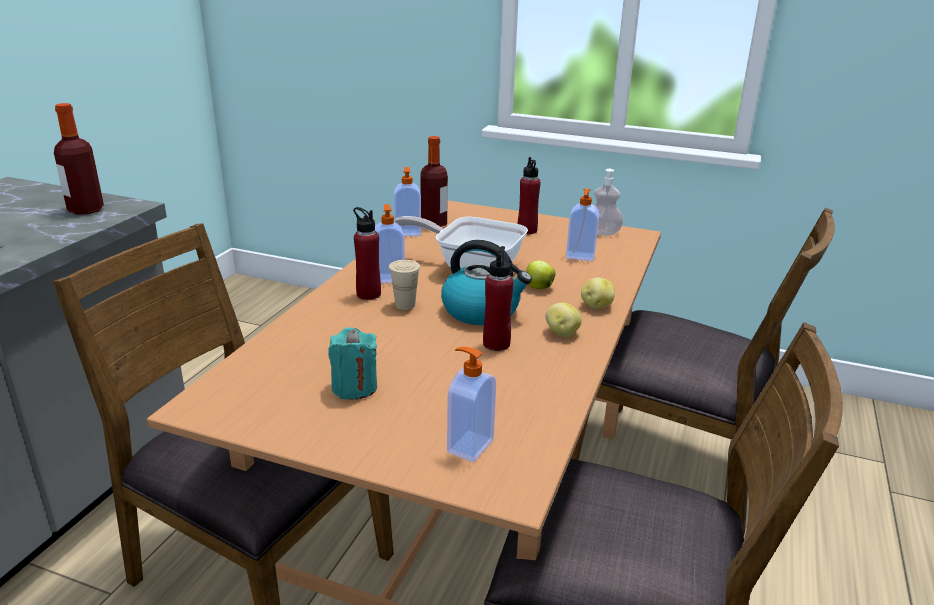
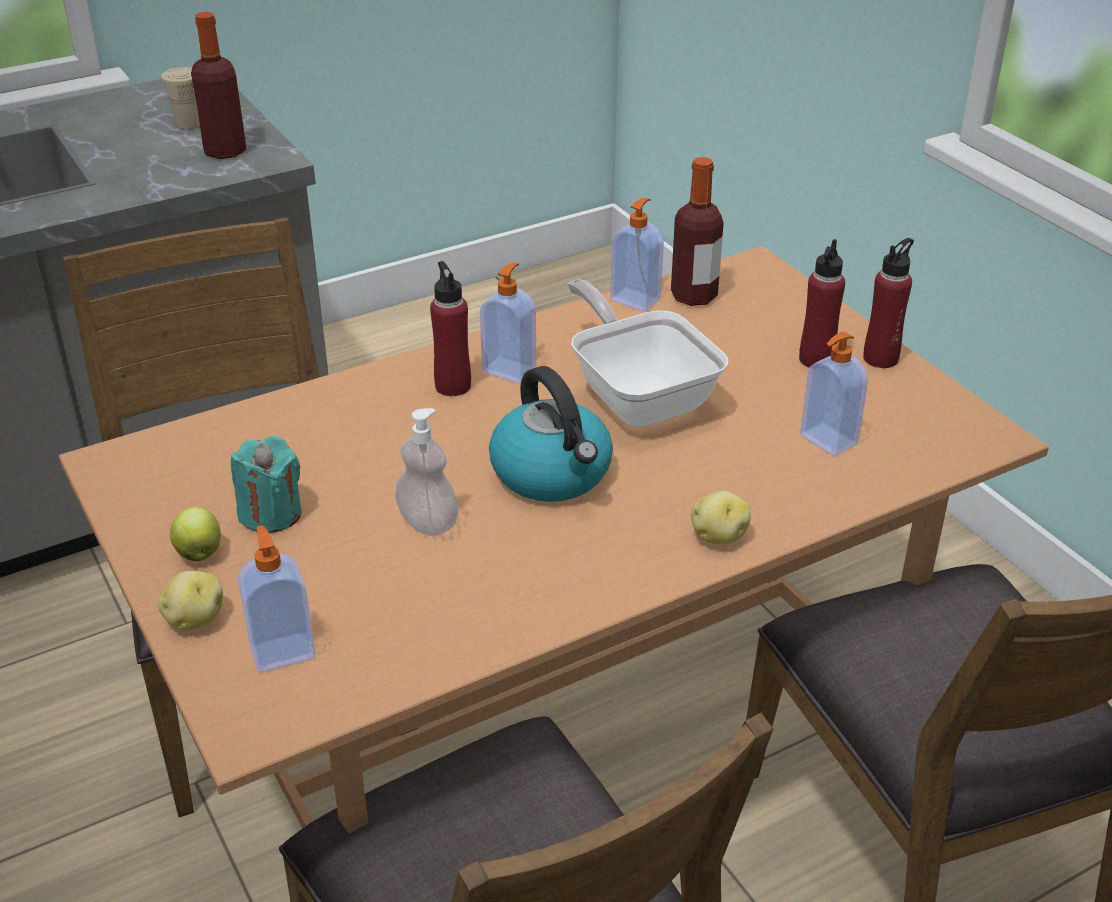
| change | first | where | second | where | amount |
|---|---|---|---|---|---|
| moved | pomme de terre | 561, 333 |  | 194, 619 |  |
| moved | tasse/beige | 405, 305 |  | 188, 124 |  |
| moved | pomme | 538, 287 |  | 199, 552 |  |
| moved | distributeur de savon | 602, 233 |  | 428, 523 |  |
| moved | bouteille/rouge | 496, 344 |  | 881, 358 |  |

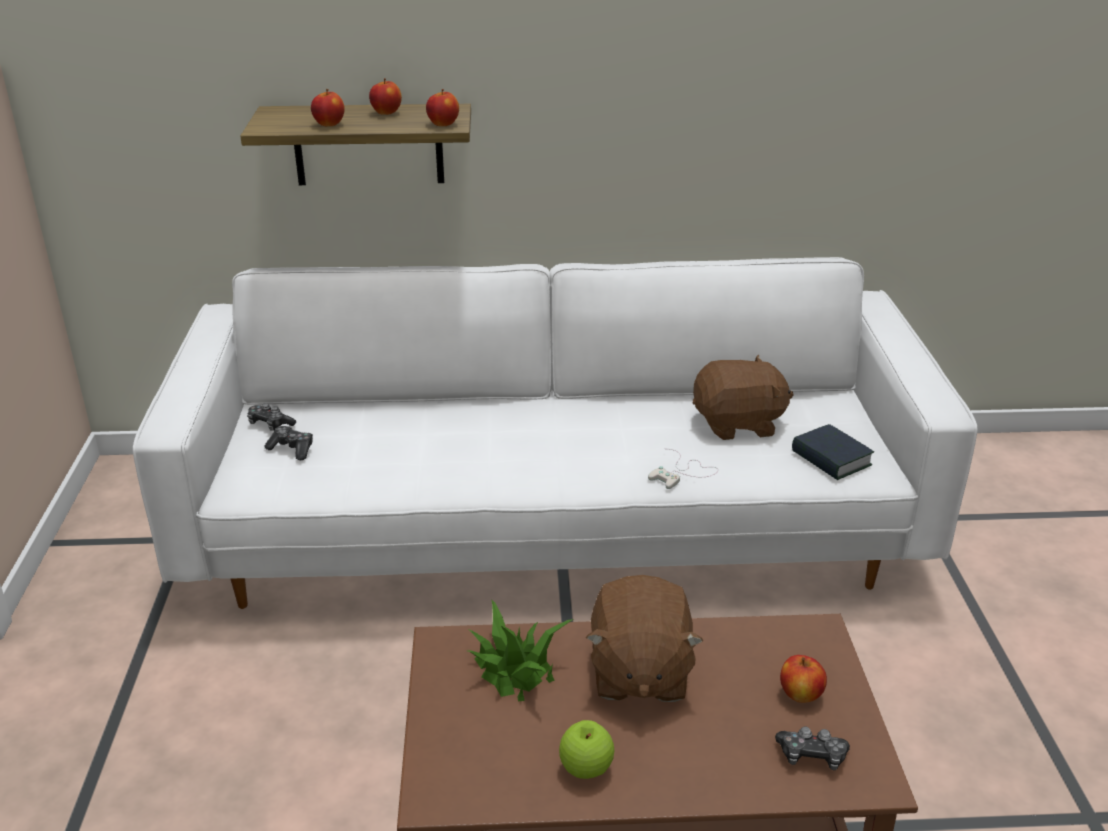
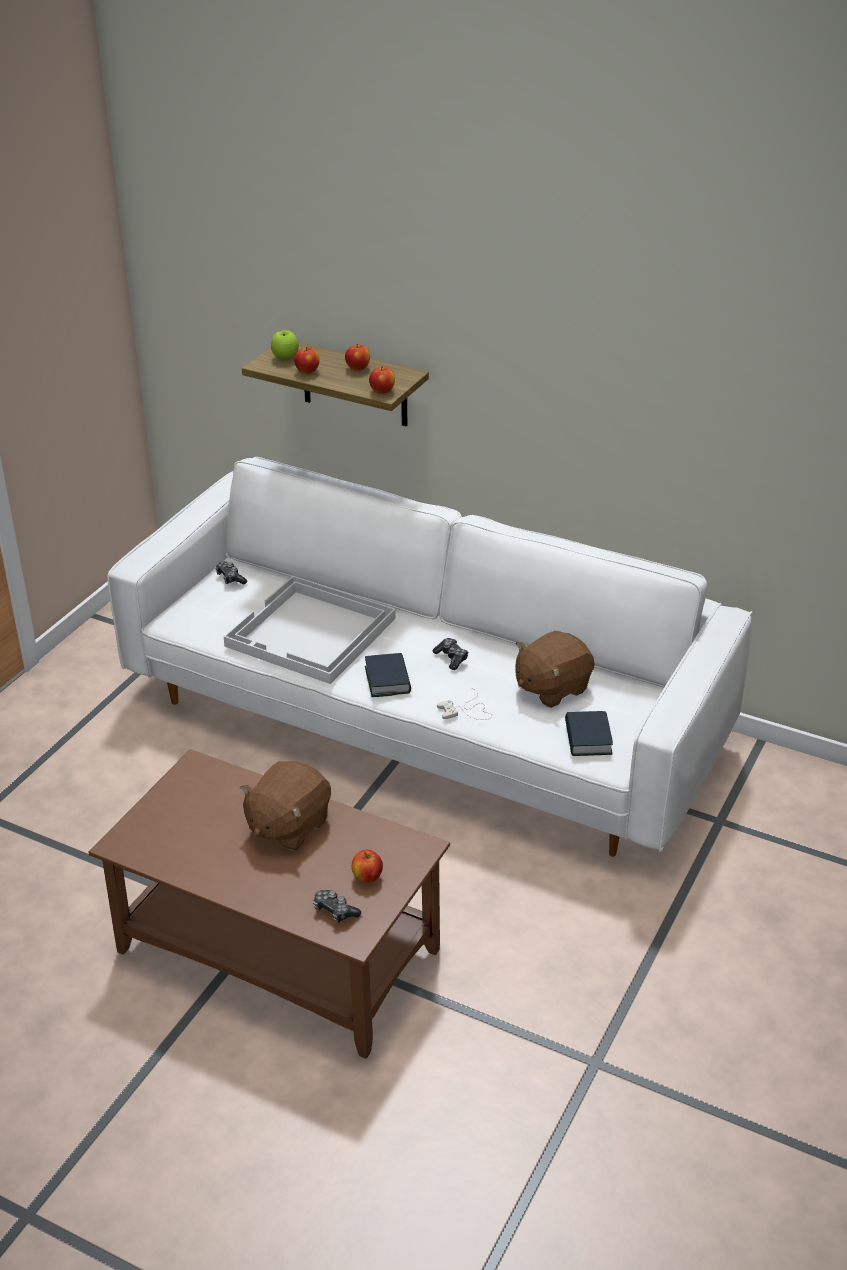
| change | first | where | second | where | amount |
|---|---|---|---|---|---|
| added |  |  | plateau/blanc | 311, 633 |  |
| moved | pomme | 586, 769 |  | 285, 357 |  |
| added |  |  | livre | 387, 680 |  |
| moved | manette | 292, 449 |  | 451, 658 |  |
| turned | peluche/marron | 738, 424 |  | 551, 688 | 120 degrees clockwise |
| removed | plante en pot | 515, 670 |  |  |  |

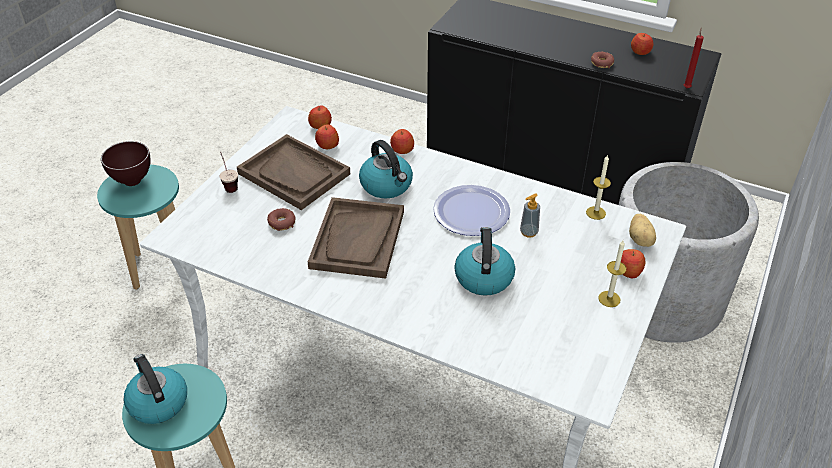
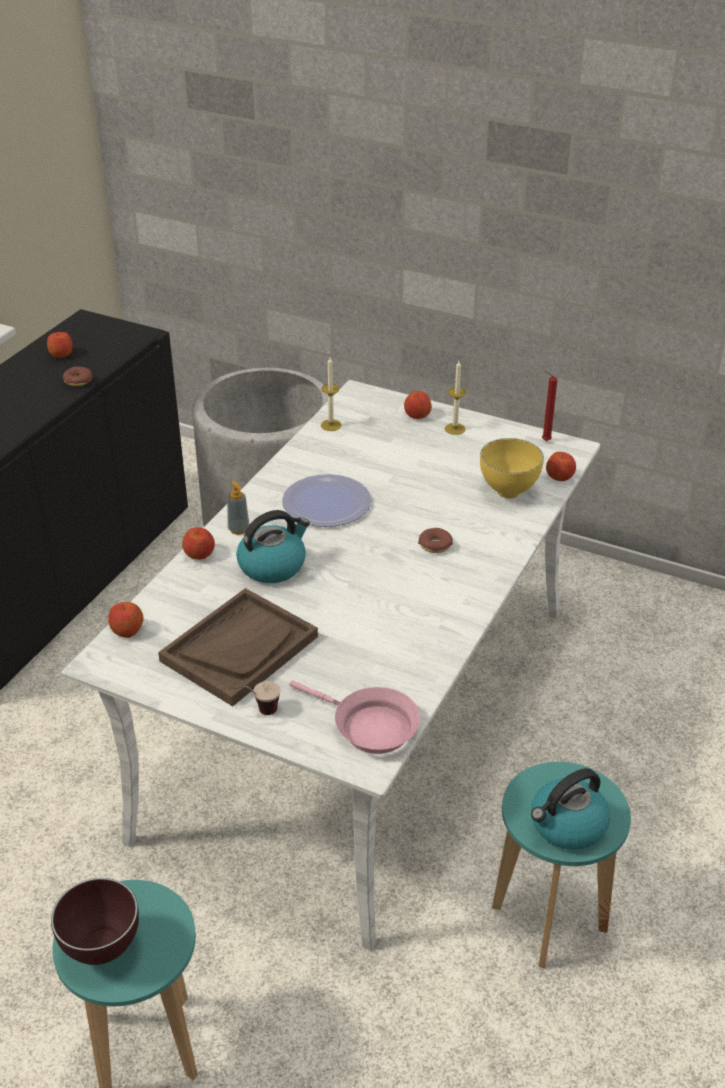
| change | first | where | second | where | amount |
|---|---|---|---|---|---|
| moved | distributeur de savon | 528, 232 |  | 239, 529 |  |
| added |  |  | poêle/rose | 369, 727 |  |
| moved | beignet | 282, 223 |  | 435, 545 |  |
| added |  |  | bol/jaune | 510, 492 |  |
| moved | bougie/rouge | 686, 87 |  | 544, 440 |  |
| moved | pomme | 327, 145 |  | 560, 476 |  |
| removed | plateau/marron | 358, 240 |  |  |  |
| removed | bouilloire | 483, 277 |  |  |  |
| removed | pomme de terre | 640, 239 |  |  |  |

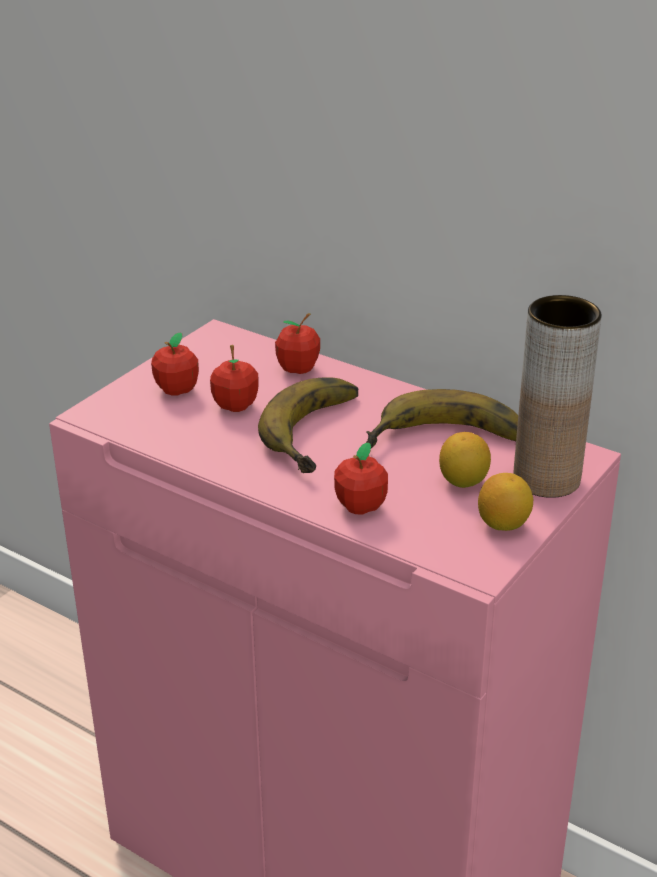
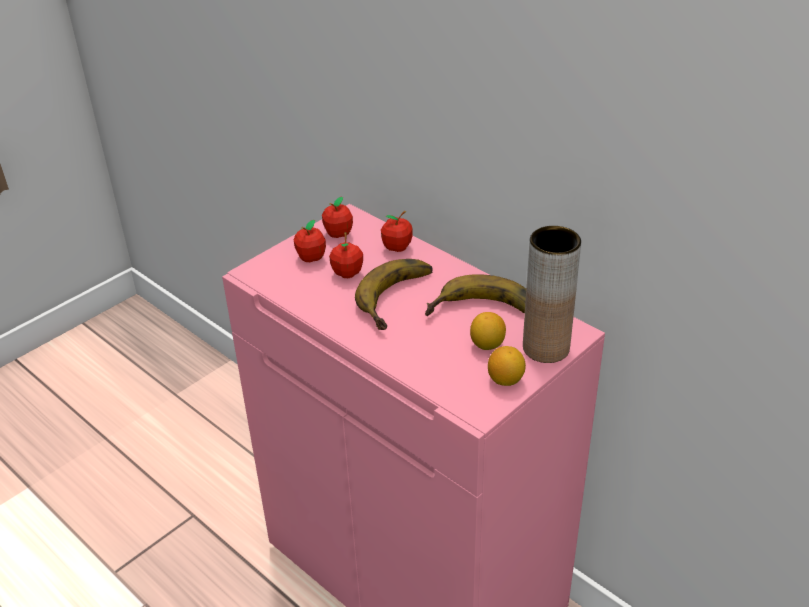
| change | first | where | second | where | amount |
|---|---|---|---|---|---|
| moved | pomme | 360, 506 |  | 338, 234 |  |

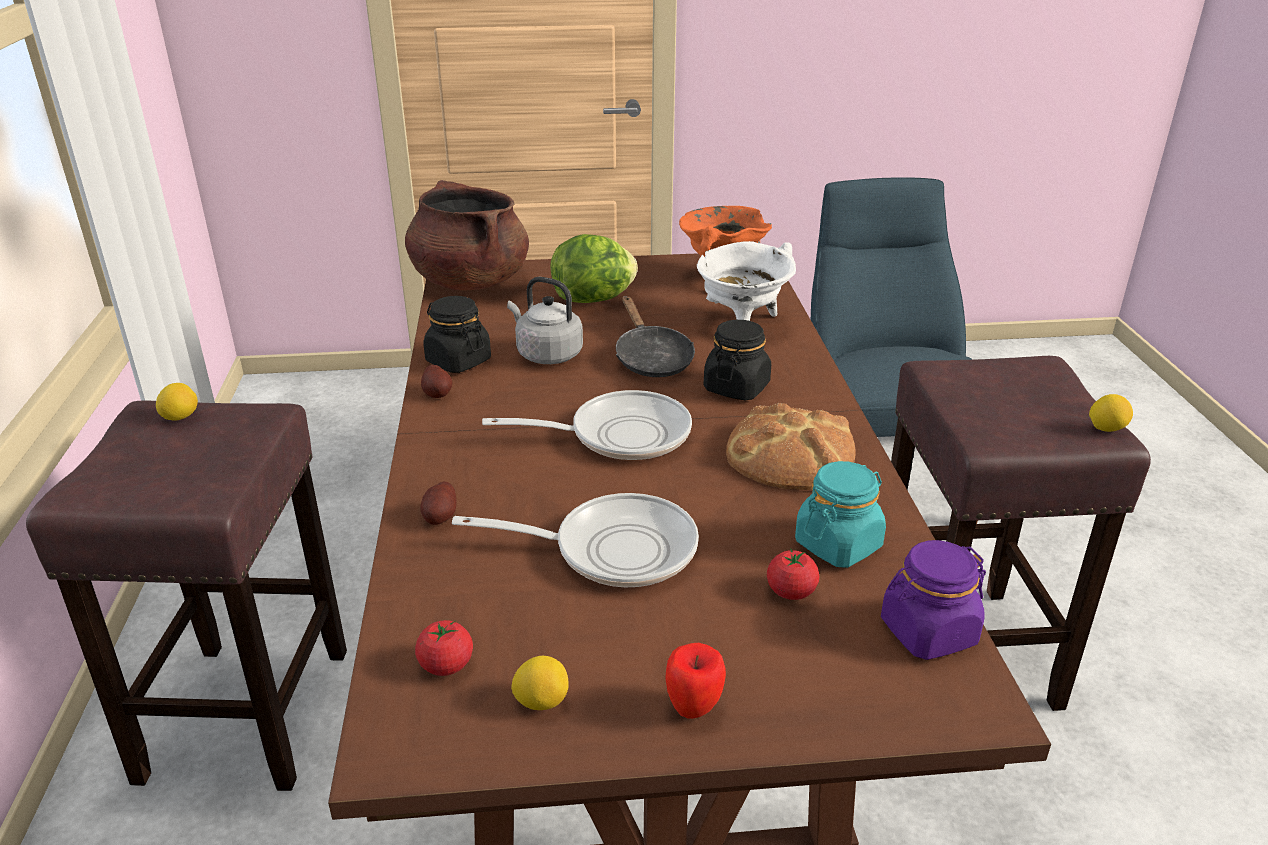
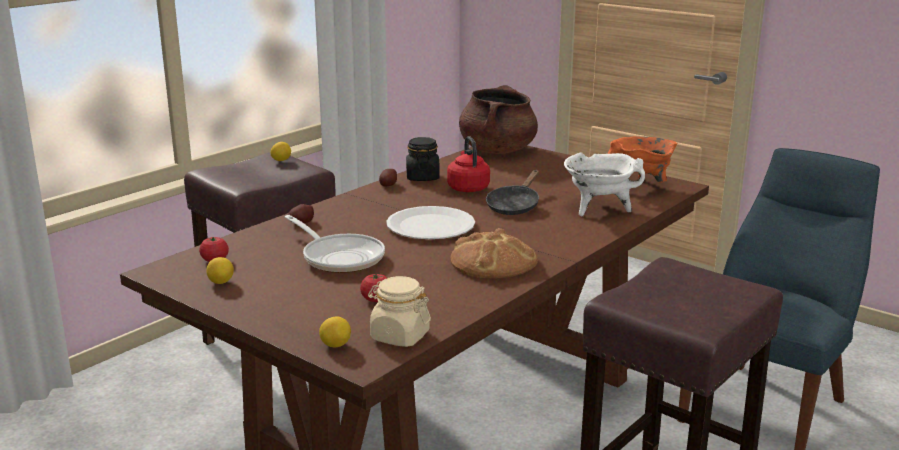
| change | first | where | second | where | amount |
|---|---|---|---|---|---|
| moved | citron | 1106, 428 |  | 335, 345 |  |
| recoloured | bocal/violet | 927, 632 | bocal/beige | 399, 336 |  |
| replaced | poêle | 619, 435 | assiette/blanc | 430, 226 |  |
| recoloured | bouilloire/gris | 546, 354 | bouilloire/rouge | 467, 188 |  |
| removed | laitue | 594, 299 |  |  |  |
| removed | pomme | 693, 709 |  |  |  |
| removed | bocal/noir | 736, 387 |  |  |  |
| removed | bocal/turquoise | 838, 544 |  |  |  |

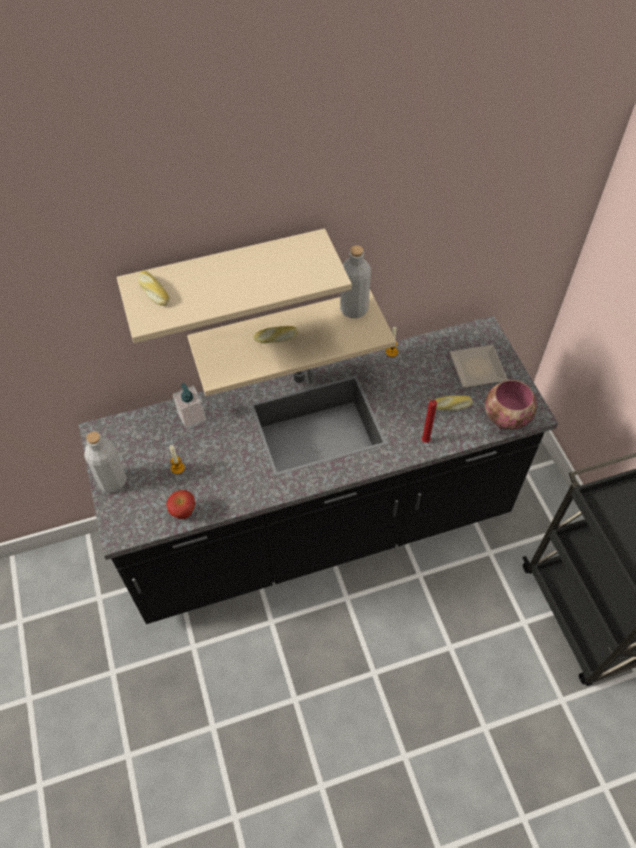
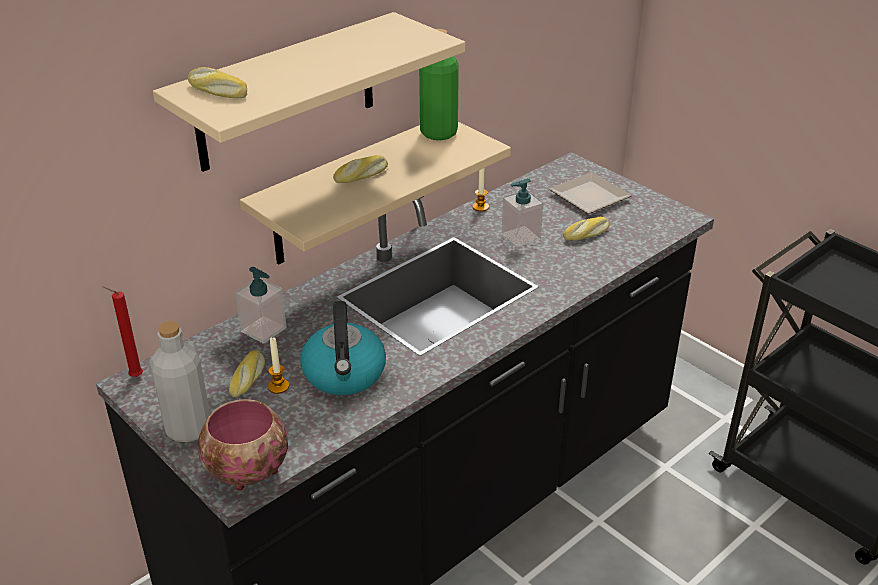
| change | first | where | second | where | amount |
|---|---|---|---|---|---|
| moved | bougie/rouge | 423, 440 |  | 134, 377 |  |
| moved | bol | 506, 418 |  | 247, 472 |  |
| added |  |  | pain | 249, 378 |  |
| added |  |  | bouilloire | 345, 375 |  |
| recoloured | bouteille/gris | 354, 309 | bouteille/vert | 439, 133 |  |
| added |  |  | distributeur de savon | 520, 236 |  |
| removed | pomme | 184, 513 |  |  |  |

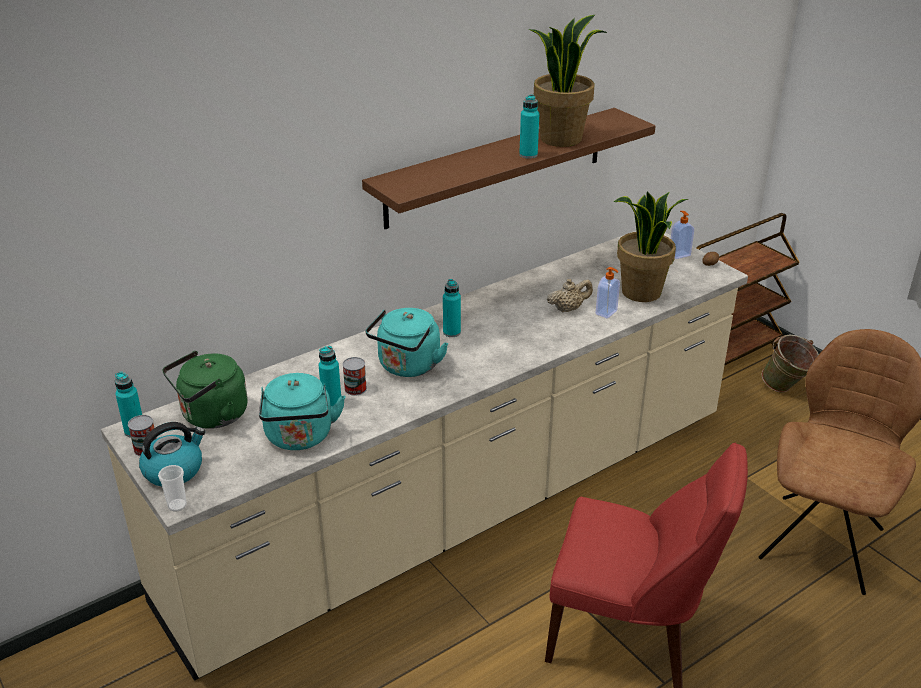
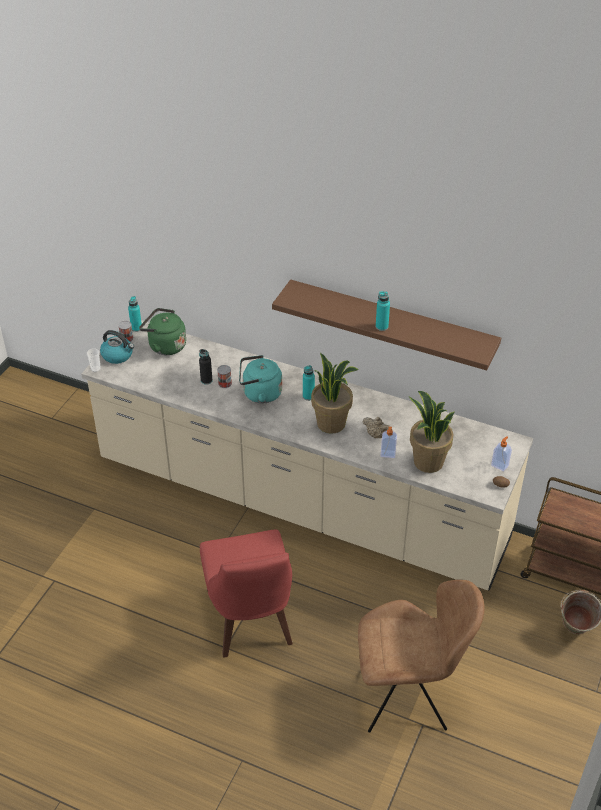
| change | first | where | second | where | amount |
|---|---|---|---|---|---|
| recoloured | bouteille/turquoise | 331, 402 | bouteille/noir | 206, 380 |  |
| moved | plante en pot | 561, 138 |  | 332, 423 |  |
| removed | bouilloire/turquoise | 300, 438 |  |  |  |

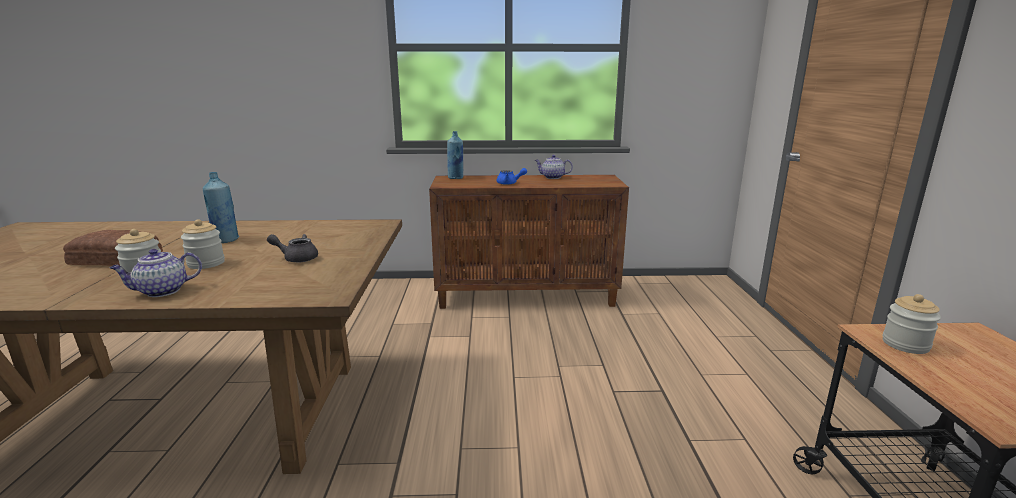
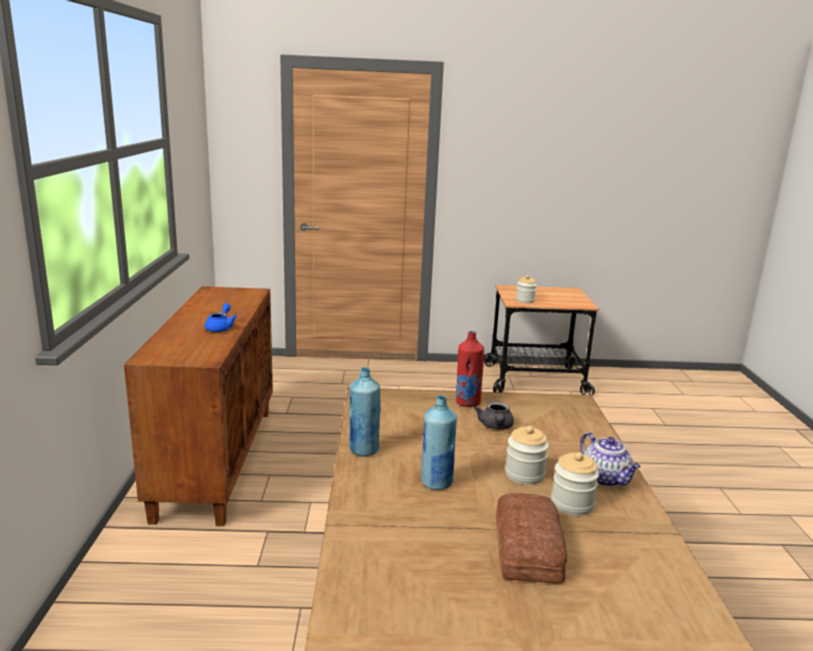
| change | first | where | second | where | amount |
|---|---|---|---|---|---|
| moved | bouteille/bleu | 456, 178 |  | 364, 450 |  |
| added |  |  | bouteille/rouge | 467, 402 |  |
| removed | théière | 552, 177 |  |  |  |

